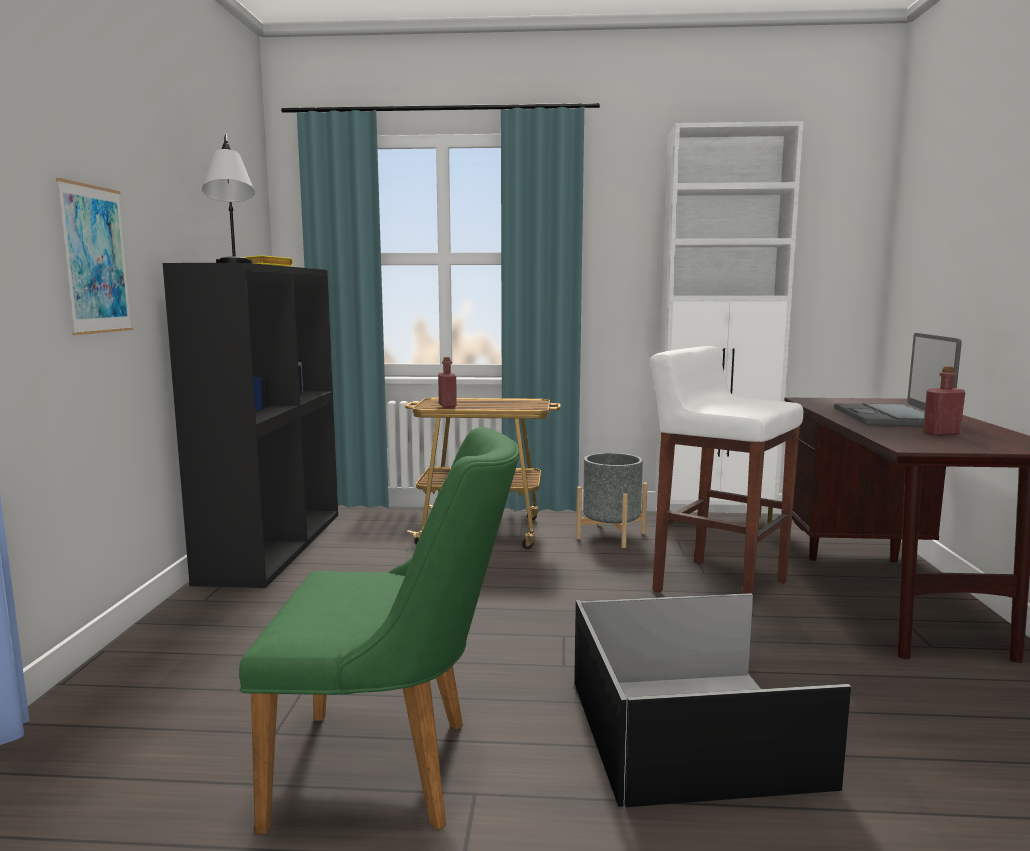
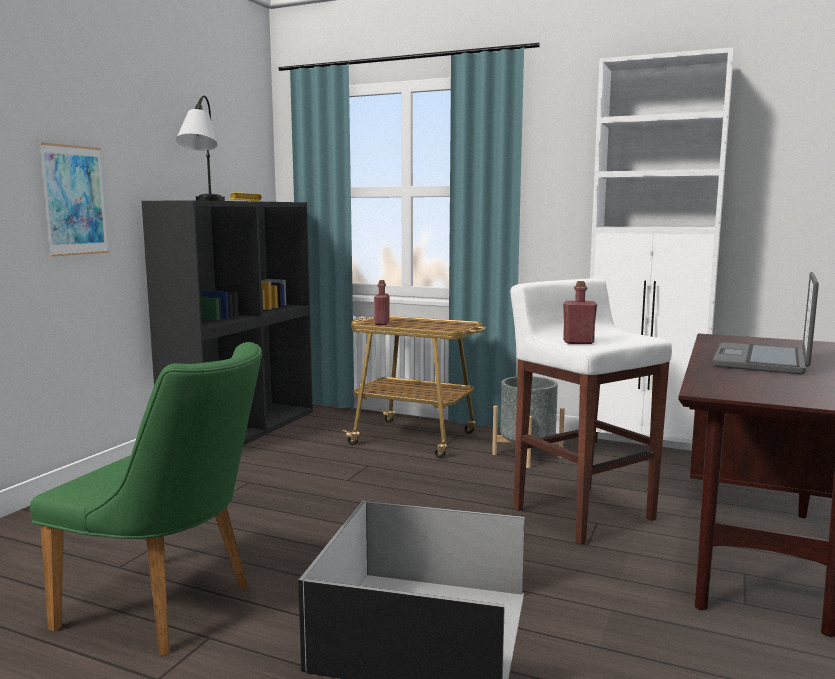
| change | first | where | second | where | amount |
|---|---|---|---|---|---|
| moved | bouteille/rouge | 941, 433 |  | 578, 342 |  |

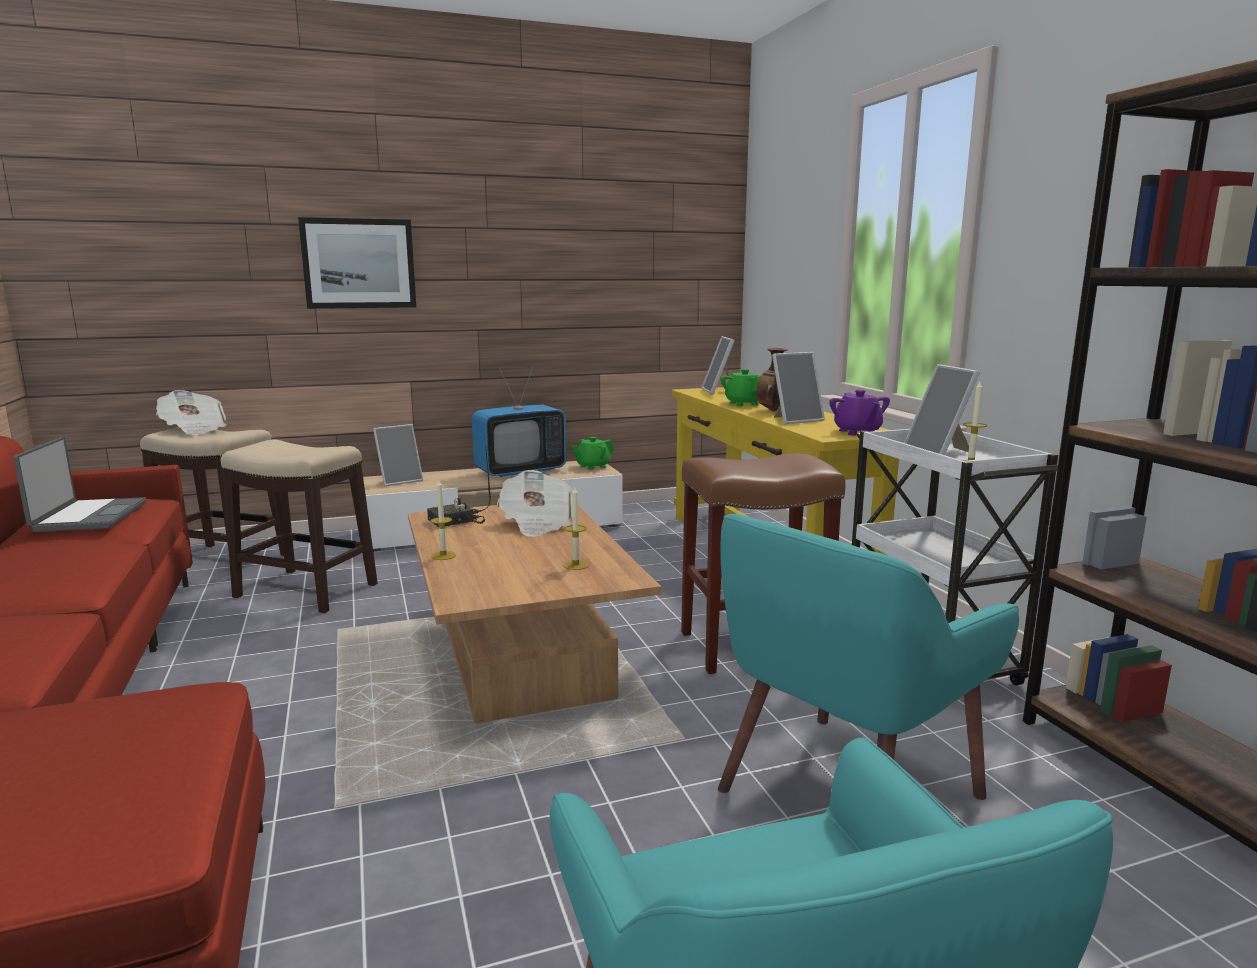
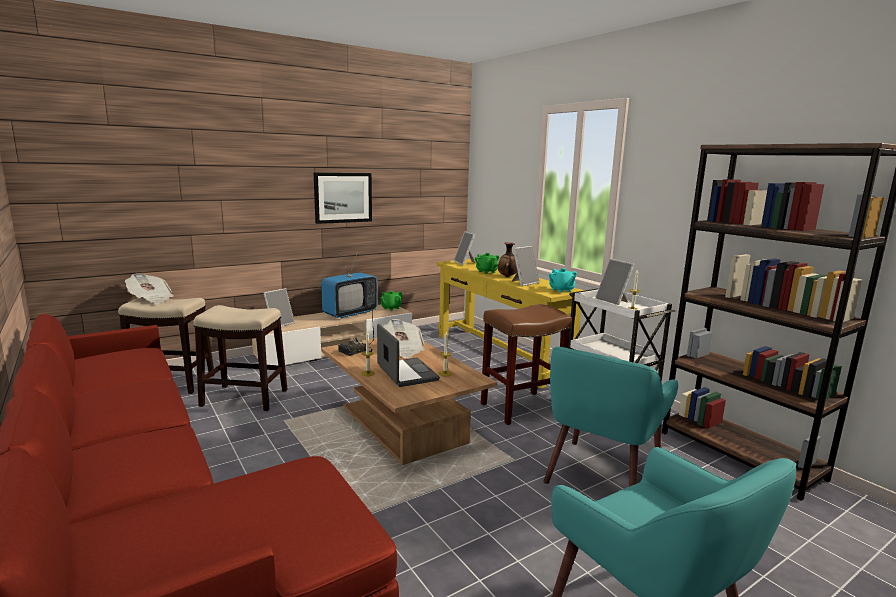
| change | first | where | second | where | amount |
|---|---|---|---|---|---|
| moved | tableau | 359, 263 |  | 343, 197 |  |
| moved | ordinateur portable | 88, 517 |  | 406, 373 |  |
| recoloured | théière/violet | 857, 432 | théière/turquoise | 561, 290 |  |

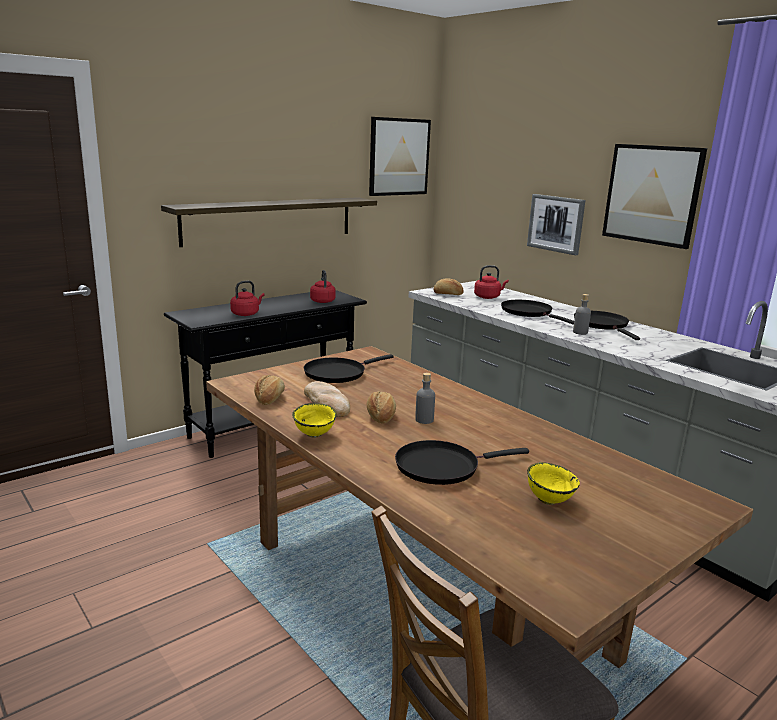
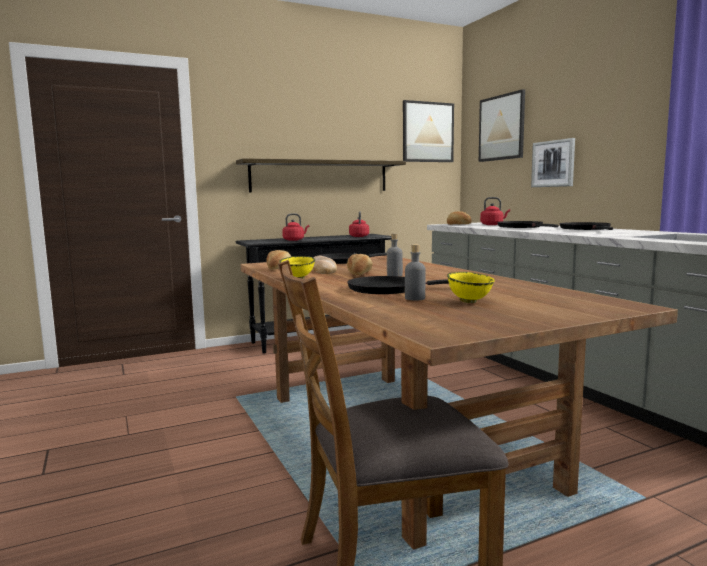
| change | first | where | second | where | amount |
|---|---|---|---|---|---|
| moved | bouteille/gris | 580, 332 |  | 415, 298 |  |
| moved | tableau | 652, 194 |  | 501, 127 |  |

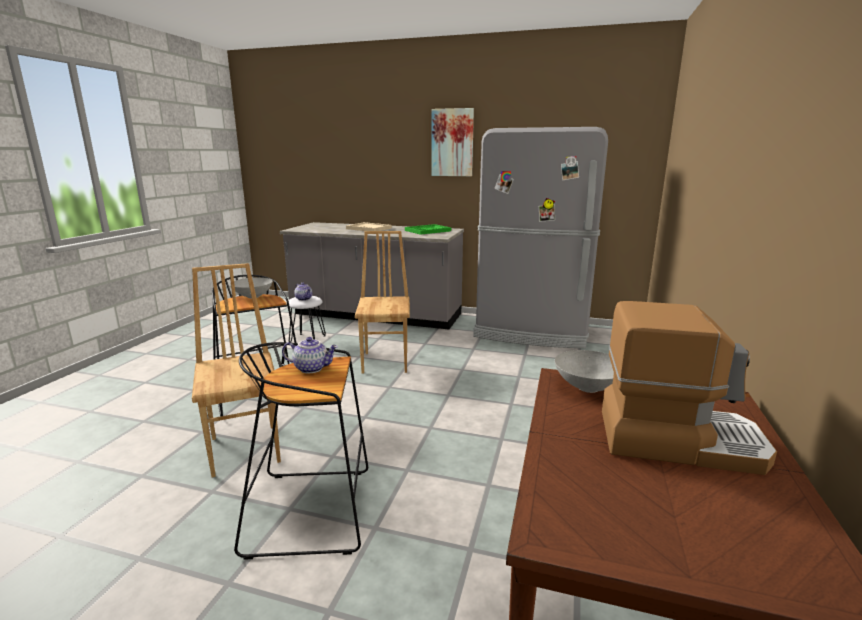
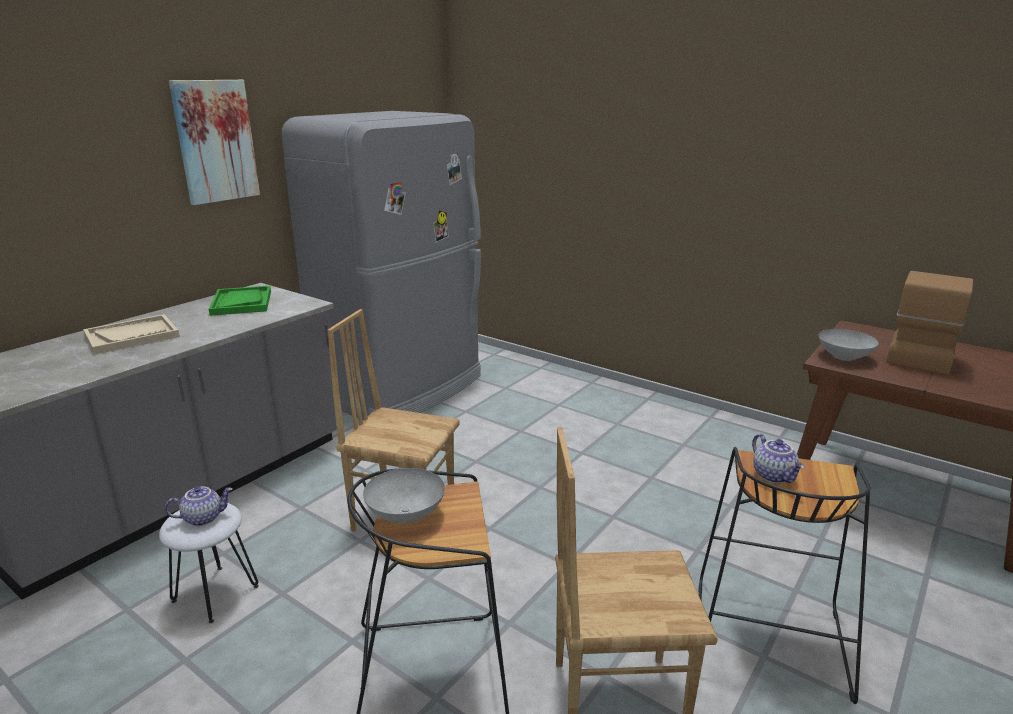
| change | first | where | second | where | amount |
|---|---|---|---|---|---|
| turned | théière | 312, 368 |  | 774, 476 | 135 degrees clockwise |

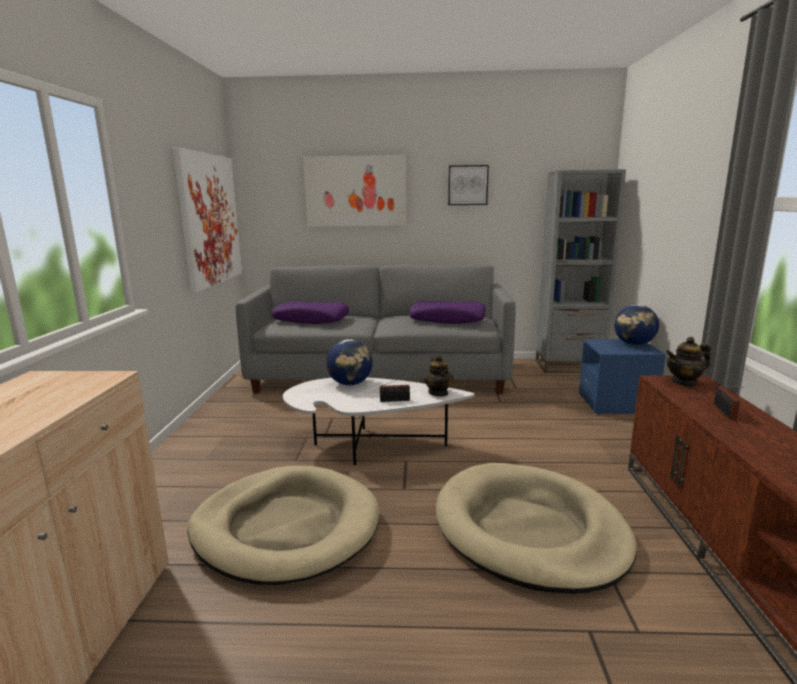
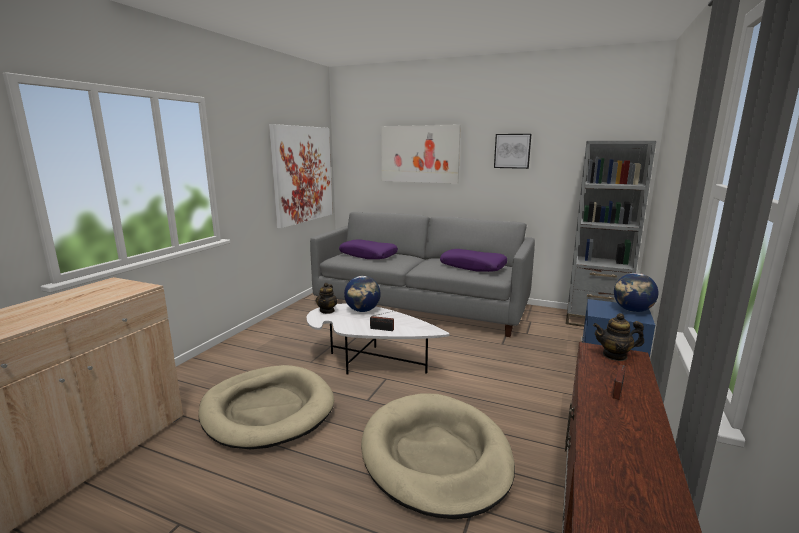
| change | first | where | second | where | amount |
|---|---|---|---|---|---|
| moved | théière | 438, 393 |  | 327, 311 |  |

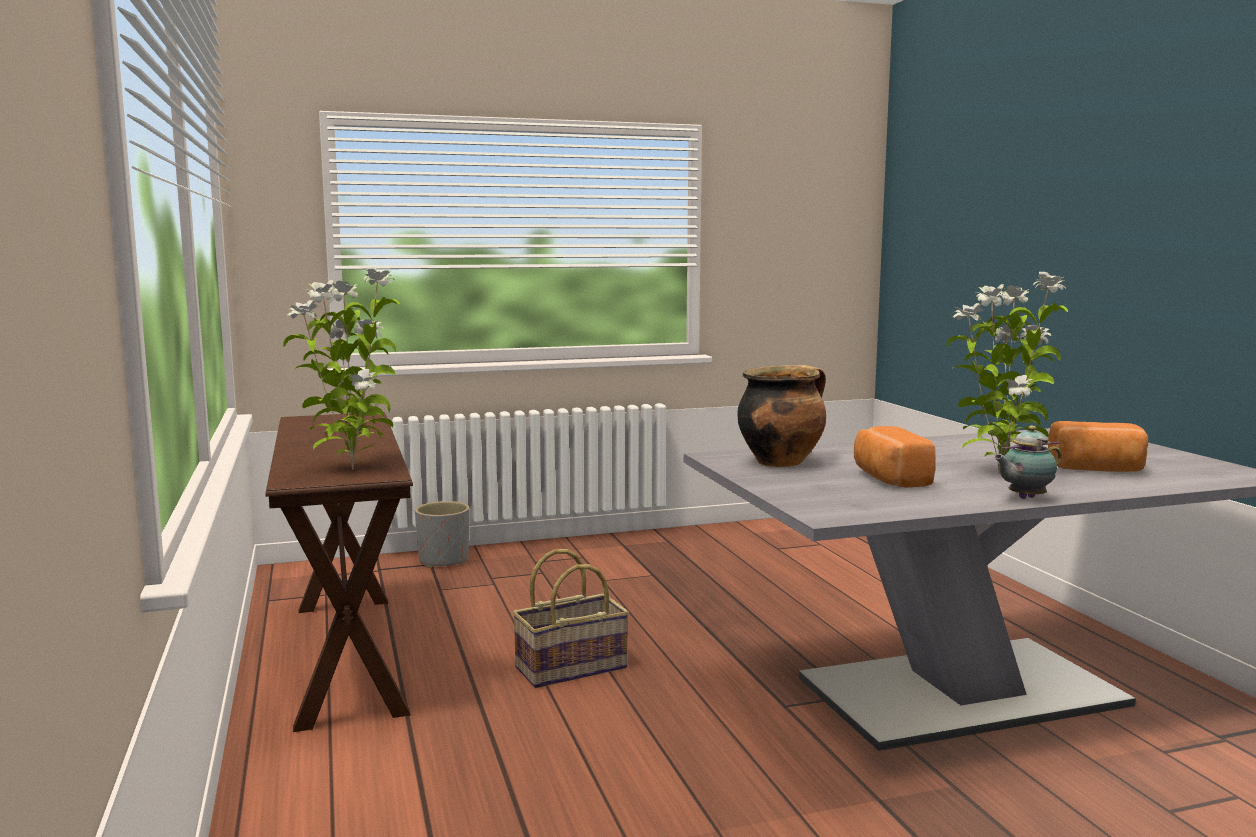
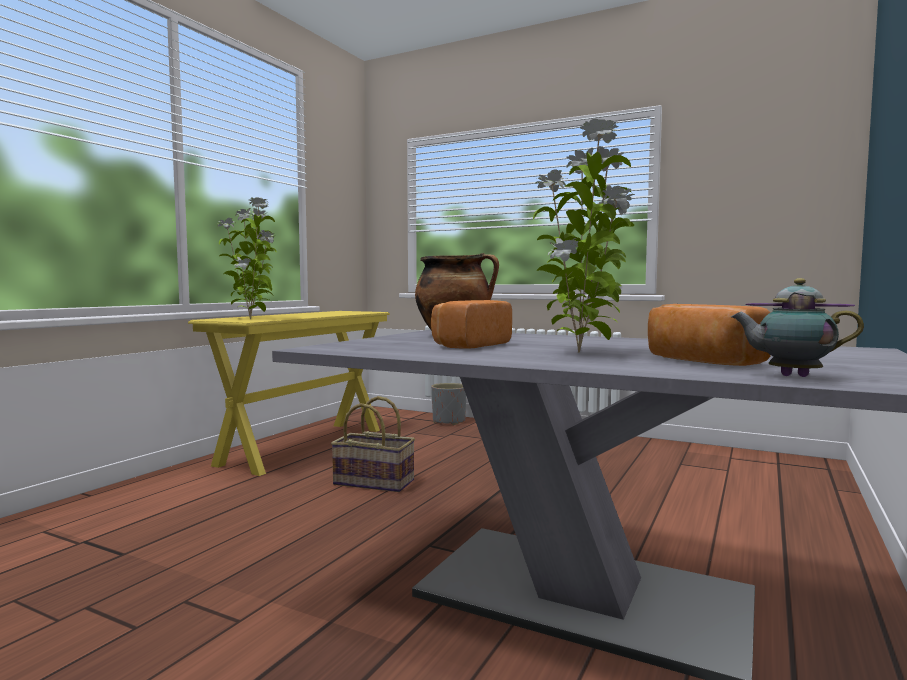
| change | first | where | second | where | amount |
|---|---|---|---|---|---|
| recoloured | table console/marron | 347, 655 | table console/jaune | 305, 446 |  |
| moved | théière | 1024, 498 |  | 790, 376 |  |

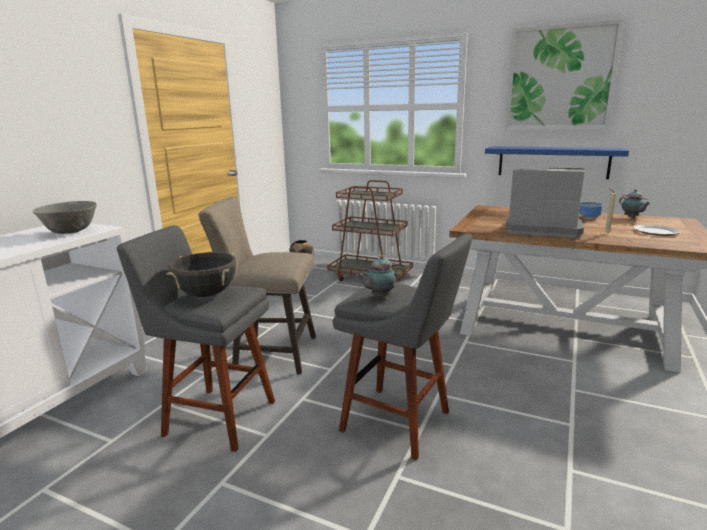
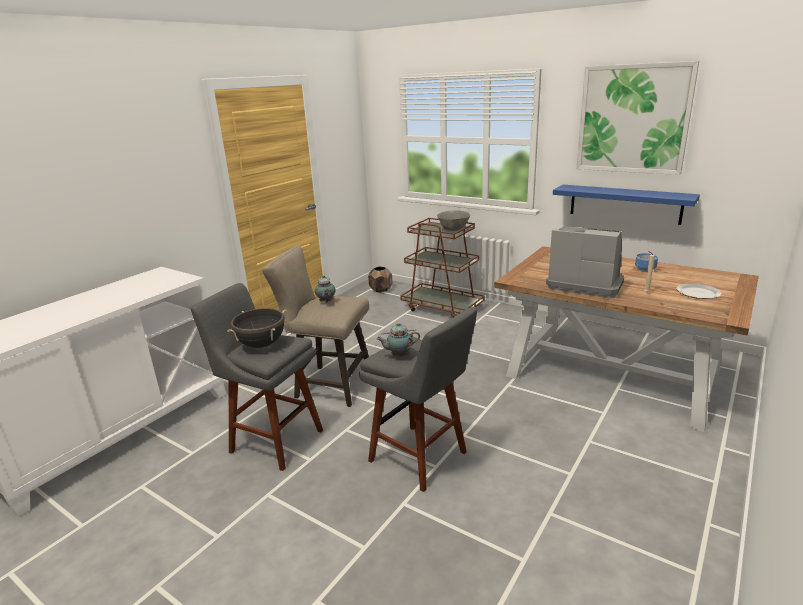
| change | first | where | second | where | amount |
|---|---|---|---|---|---|
| moved | théière | 632, 217 |  | 326, 302 |  |
| moved | bol/gris | 71, 232 |  | 453, 230 |  |

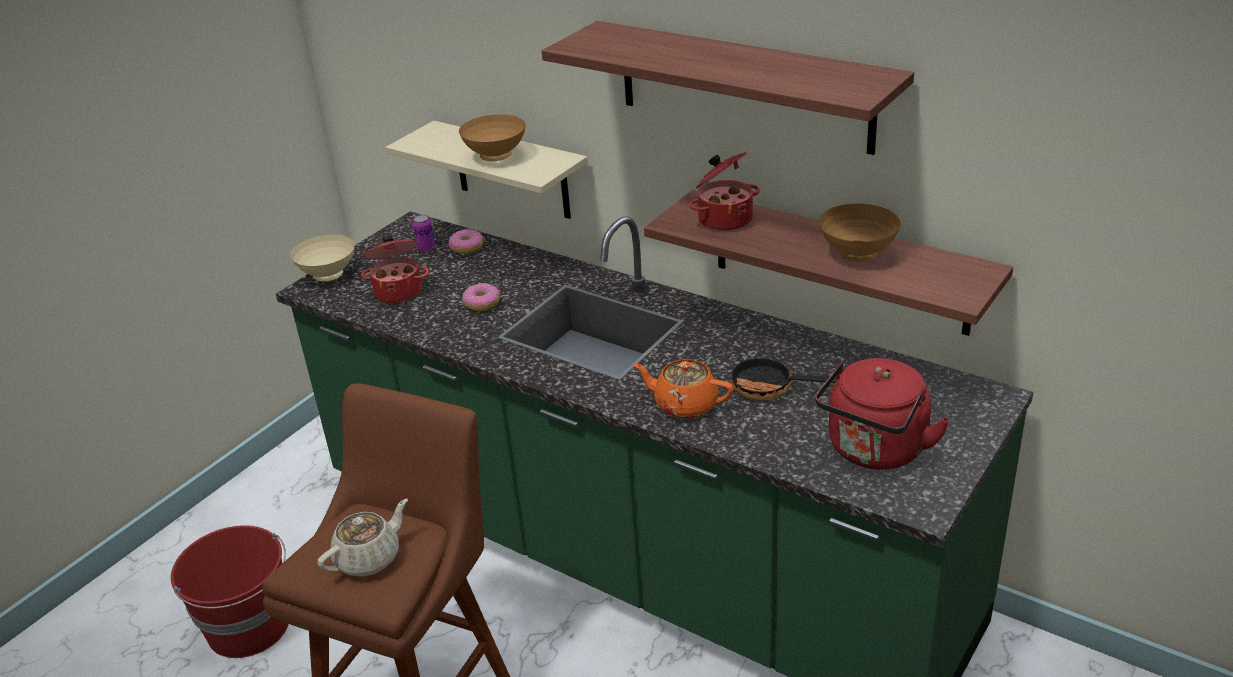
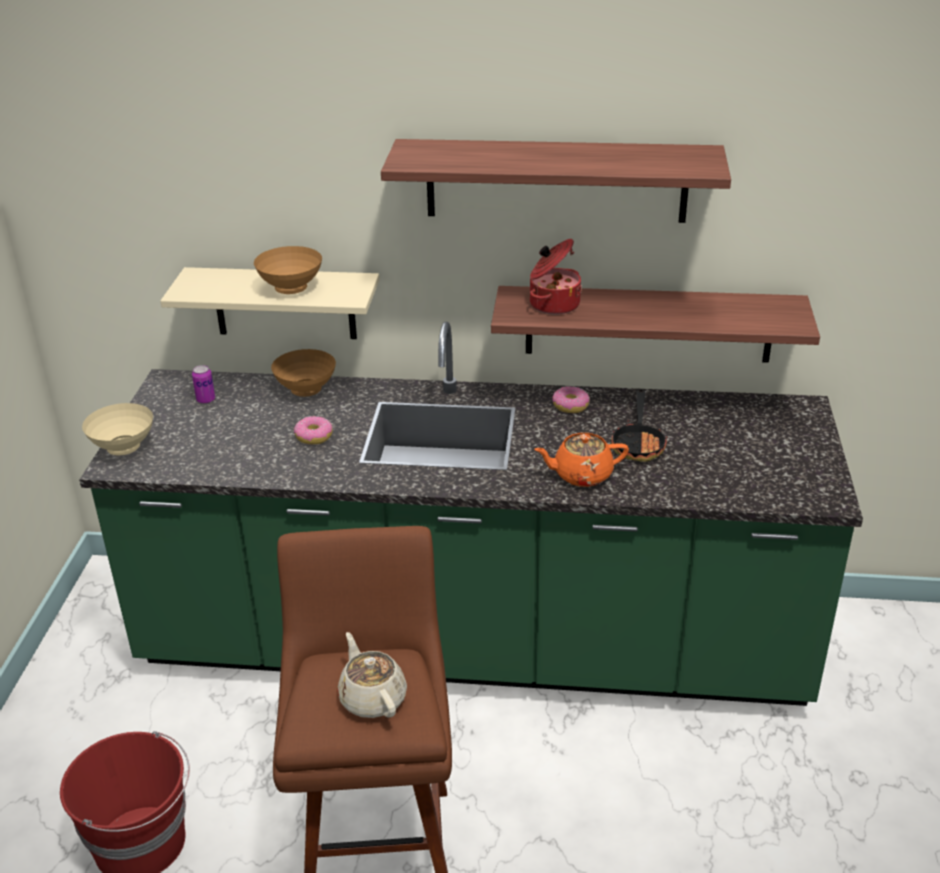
| change | first | where | second | where | amount |
|---|---|---|---|---|---|
| moved | bol/marron | 856, 255 |  | 305, 391 |  |
| turned | théière/beige | 369, 558 |  | 372, 698 | 45 degrees counterclockwise |
| moved | beignet | 466, 247 |  | 570, 405 |  |
| turned | poêle | 771, 388 |  | 638, 443 | 75 degrees counterclockwise |
| removed | marmite | 399, 291 |  |  |  |
| removed | bouilloire/rouge | 875, 451 |  |  |  |

